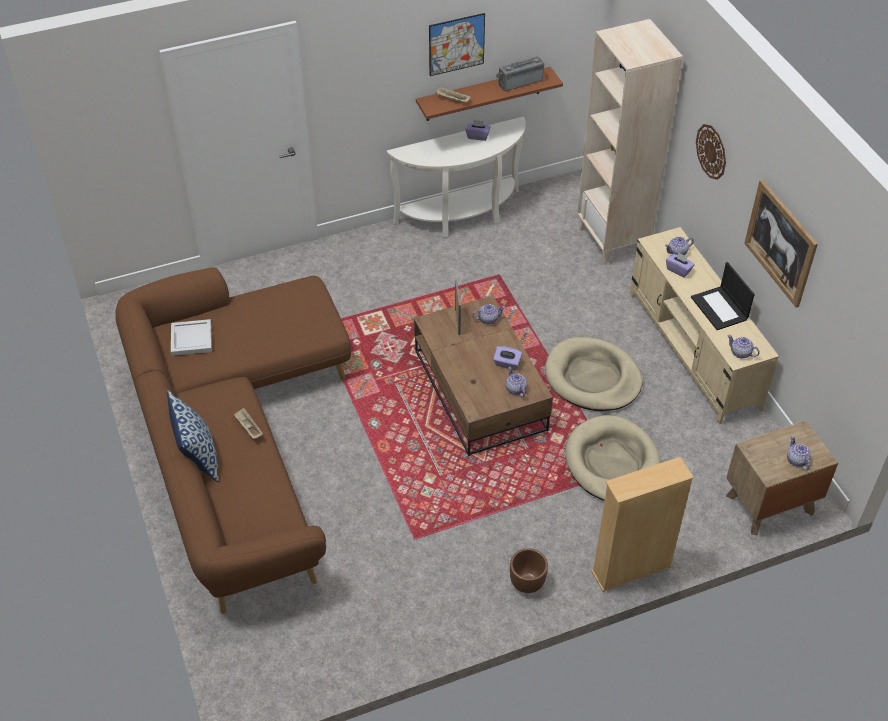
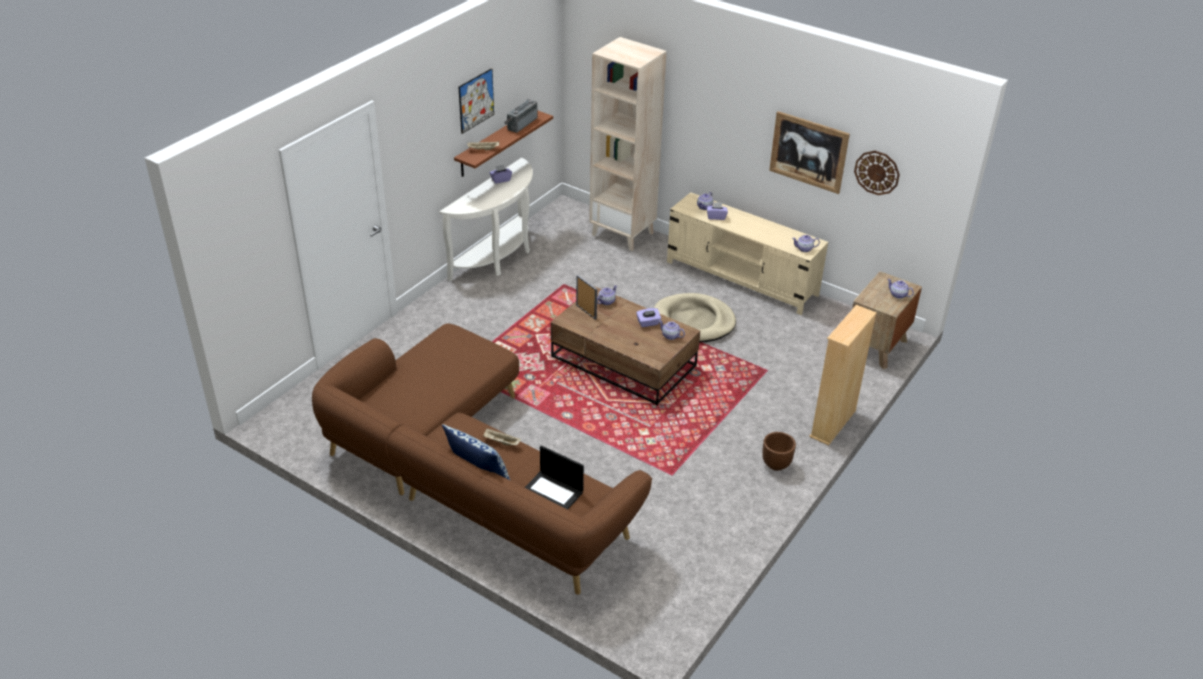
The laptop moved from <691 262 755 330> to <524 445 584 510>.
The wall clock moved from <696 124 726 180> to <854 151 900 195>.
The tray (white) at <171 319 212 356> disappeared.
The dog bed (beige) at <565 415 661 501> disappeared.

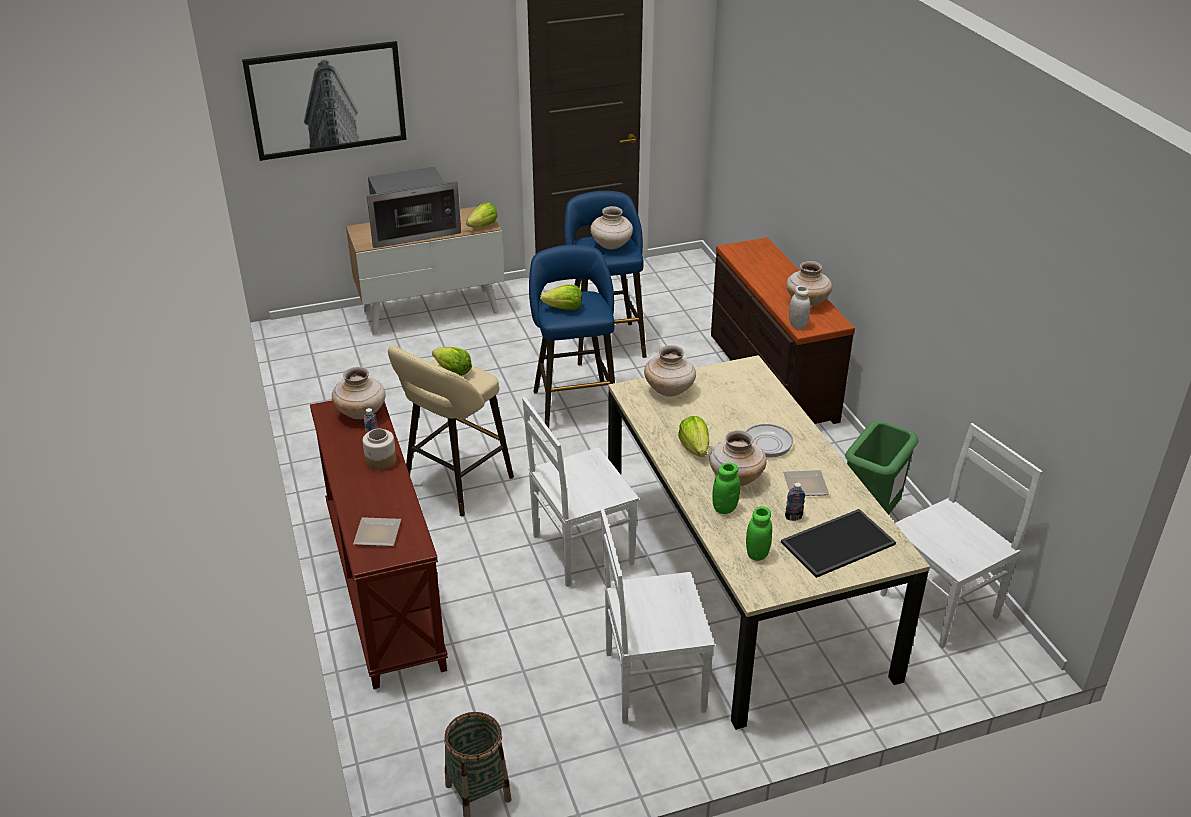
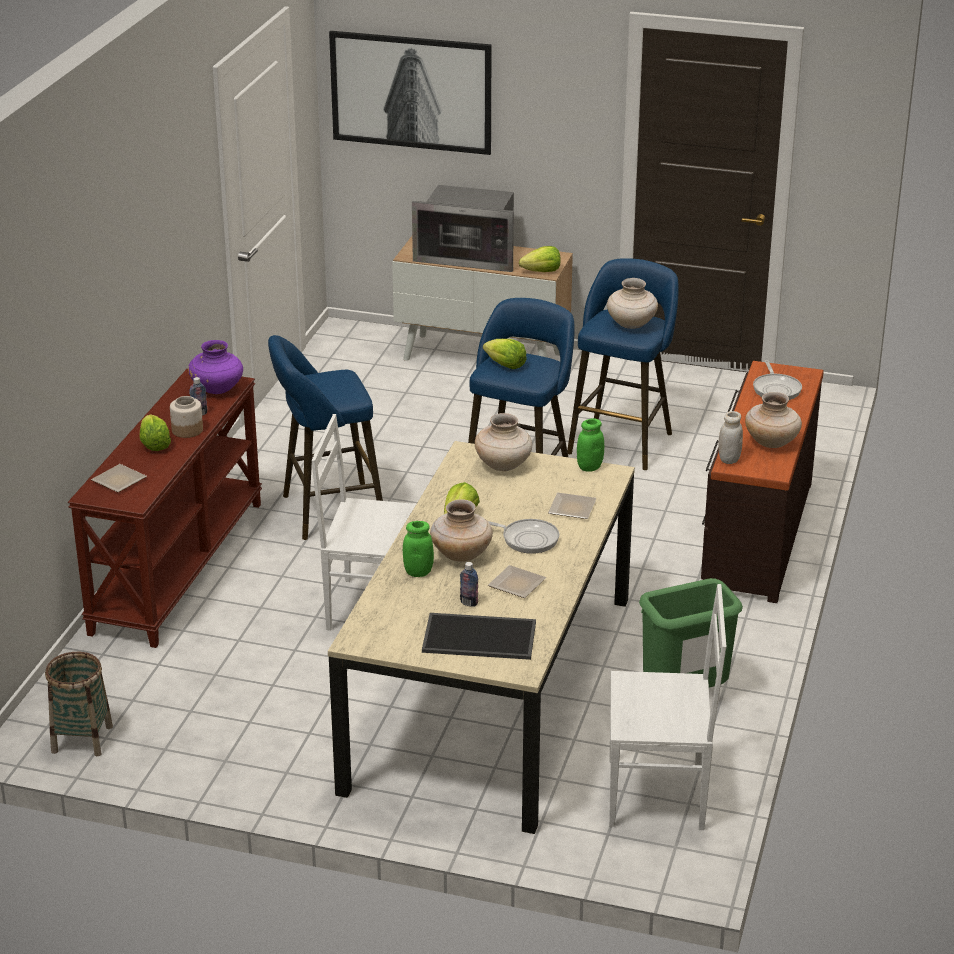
The lettuce moved from <432 347 472 376> to <140 414 171 451>.
The vase (beige) at <332 367 386 419> became the vase (purple) at <188 340 243 394>.
The stool (beige) at <388 345 514 517> became the stool (blue) at <268 335 383 540>.
The plate at <548 493 597 519> appeared.
The jar (green) moved from <746 506 772 561> to <577 419 604 472>.
The frying pan at <753 360 802 400> appeared.
The chair (white) at <600 508 715 724> disappeared.

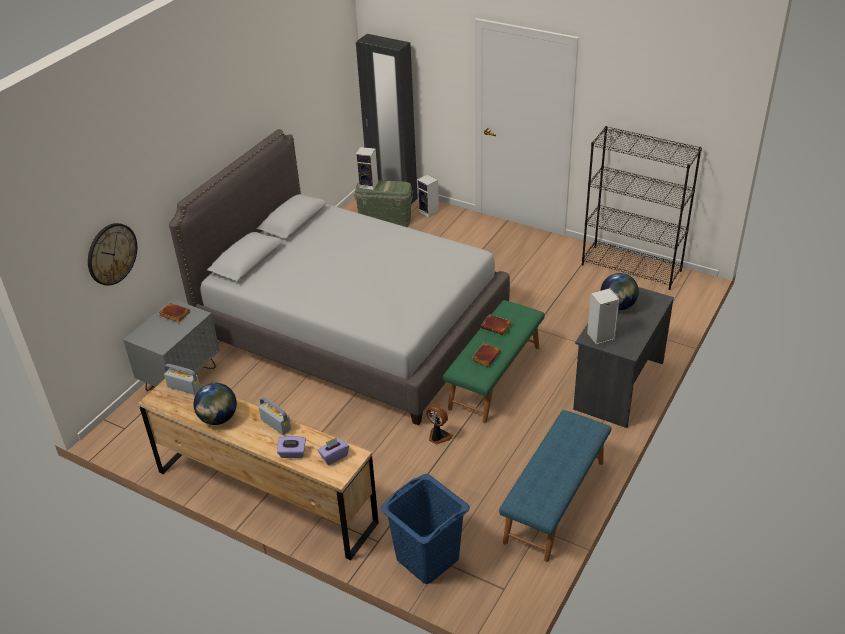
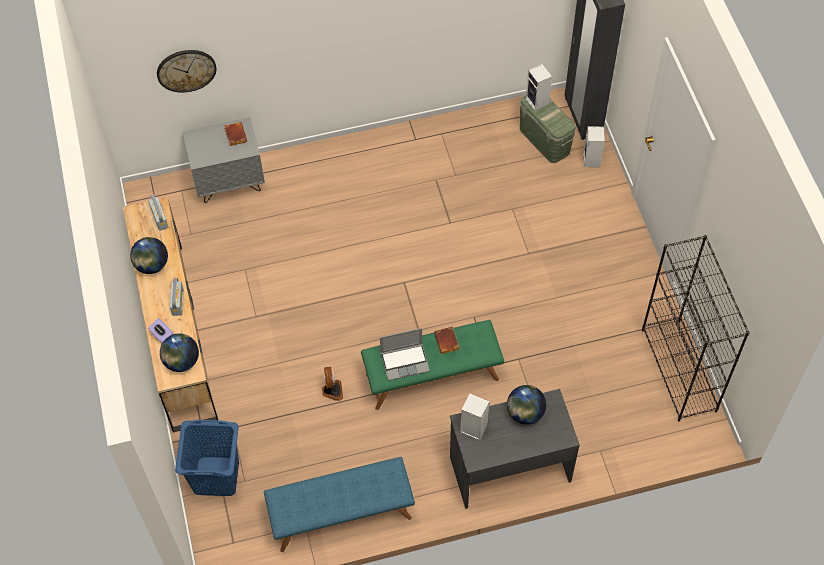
The tissue box (purple) at <318 438 349 465> was replaced by the globe at <160 333 199 372>.
The book (brown) at <472 343 501 367> was replaced by the laptop at <380 328 430 381>.
The bed (grey) at <169 129 510 425> disappeared.

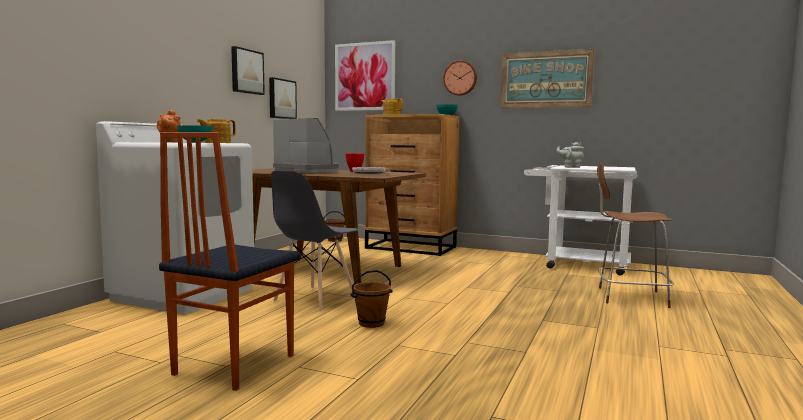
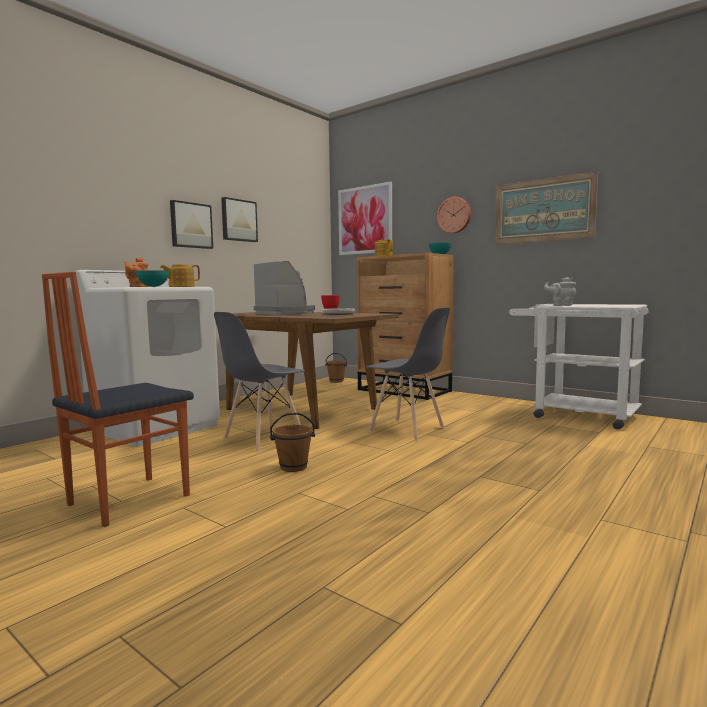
The picture moved from <269 77 297 119> to <170 200 213 249>.
The chair (grey) at <366 307 450 441> appeared.
The stool (brown) at <597 163 674 308> disappeared.

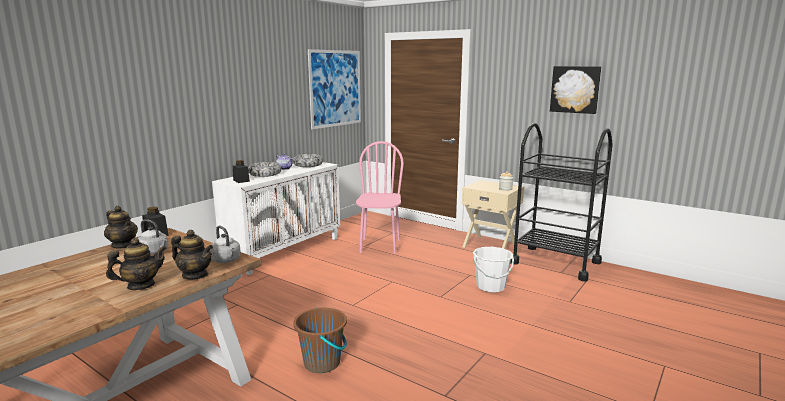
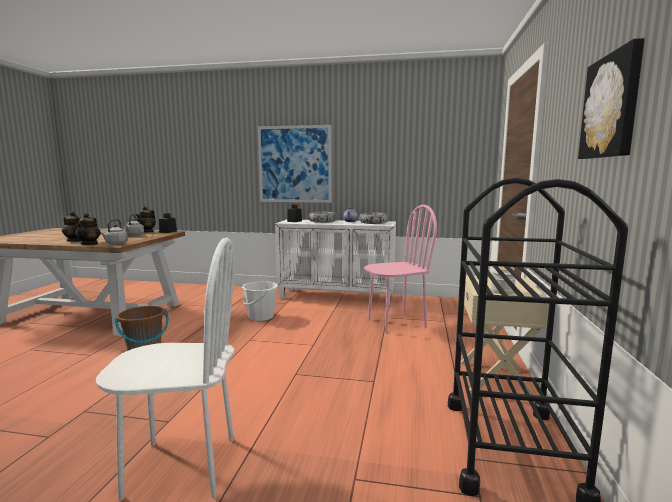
The chair (white) at <96 238 235 501> appeared.
The bucket (white) moved from <473 247 514 293> to <242 281 278 321>.
The picture moved from <308 49 361 129> to <258 125 332 203>.

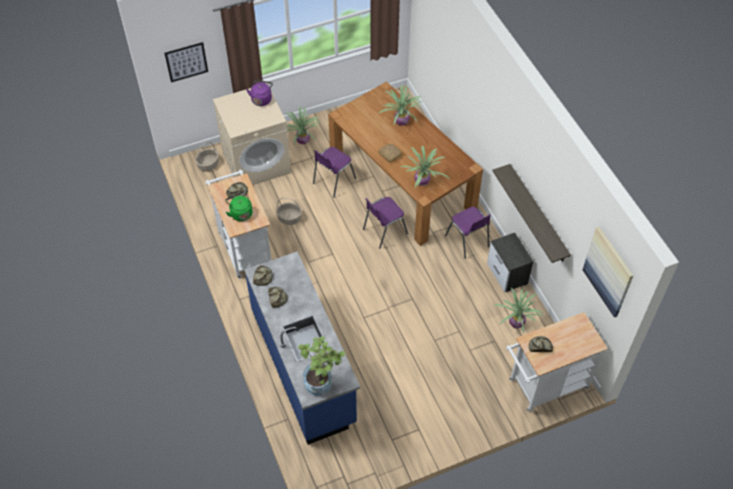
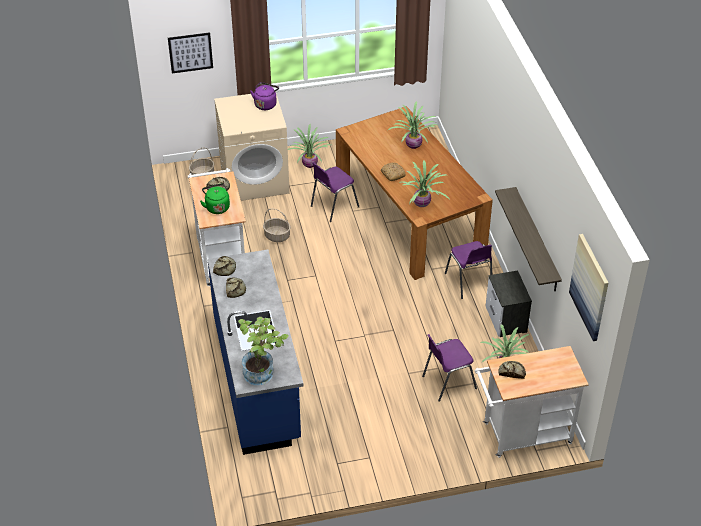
The chair (purple) moved from <363 197 408 249> to <422 334 477 402>.

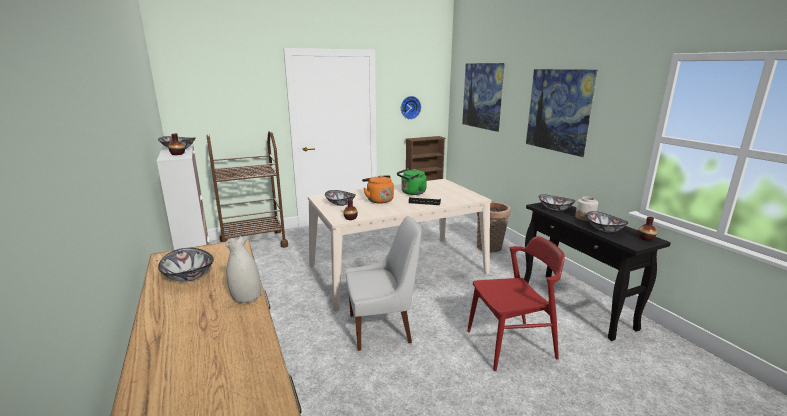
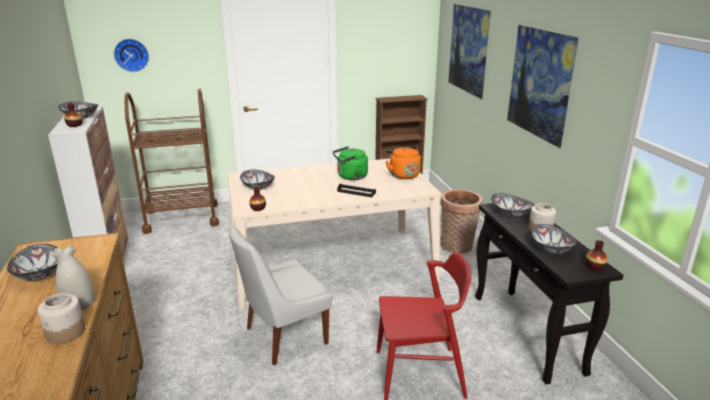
The jar at <38 293 85 344> appeared.
The wall clock moved from <401 96 421 120> to <114 39 149 72>.
The chair (white) at <346 216 422 351> turned 150 degrees clockwise.
The kettle (orange) moved from <362 175 394 203> to <386 146 421 179>.

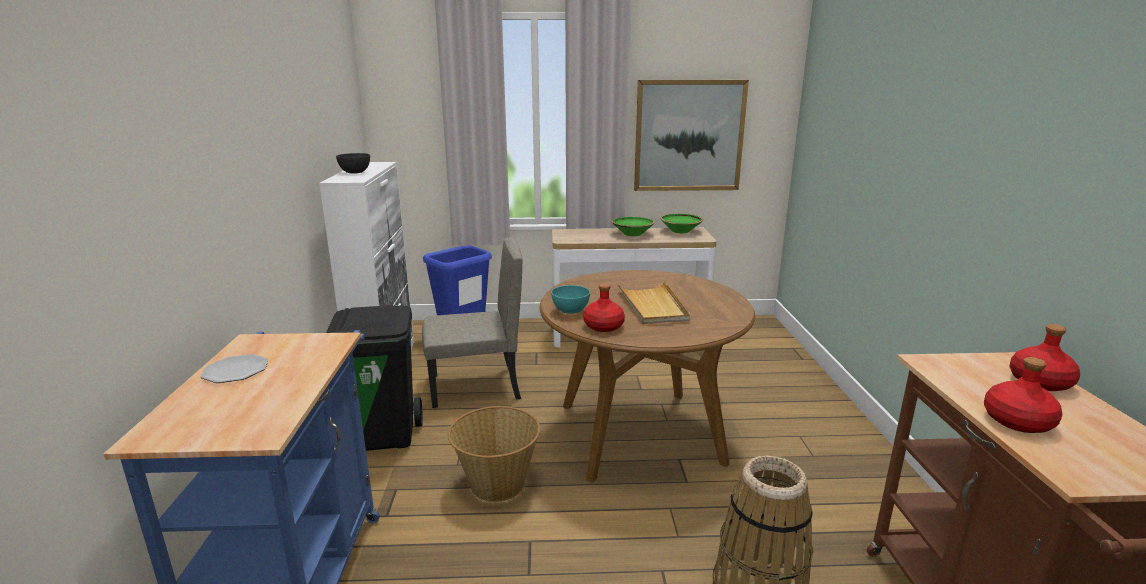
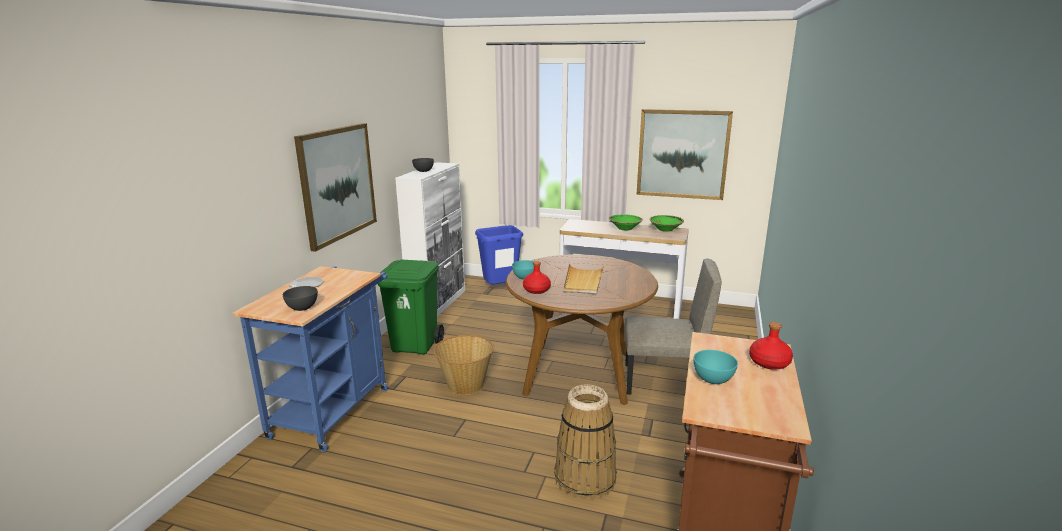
The bowl (grey) at <283 286 318 311> appeared.
The picture at <294 123 377 252> appeared.
The trash can (black) at <326 305 423 451> became the trash can (green) at <378 260 444 355>.
The chair (beige) moved from <422 237 522 408> to <624 258 722 395>.
The bottle (red) at <984 357 1062 433> was replaced by the bowl (turquoise) at <694 350 738 384>.

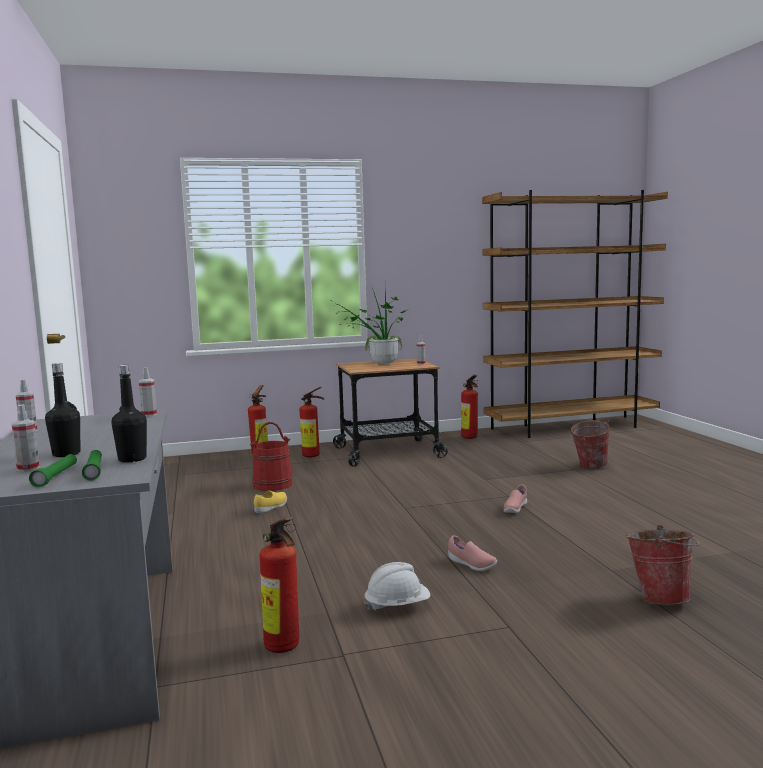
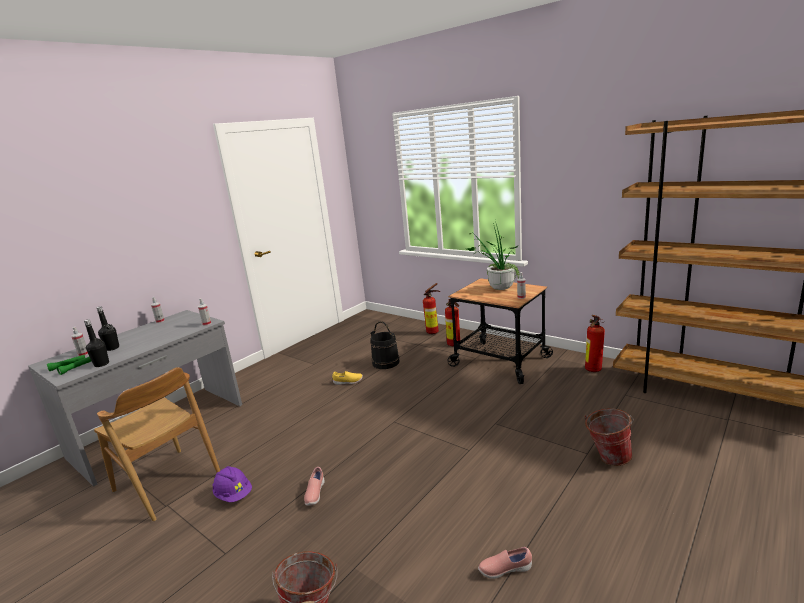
The fire extinguisher at <260 517 299 653> was replaced by the chair (brown) at <94 367 220 521>.
The hard hat (white) at <364 562 430 611> became the hard hat (purple) at <213 466 252 502>.
The bucket (red) at <250 422 292 491> became the bucket (black) at <370 321 400 369>.
The shoe (pink) moved from <503 485 527 513> to <478 547 532 579>.

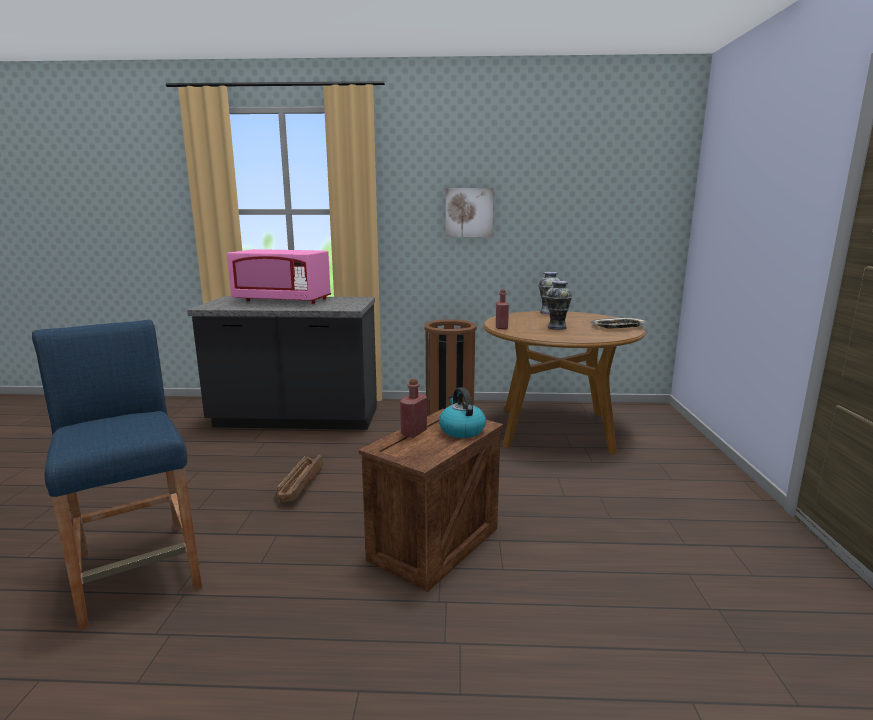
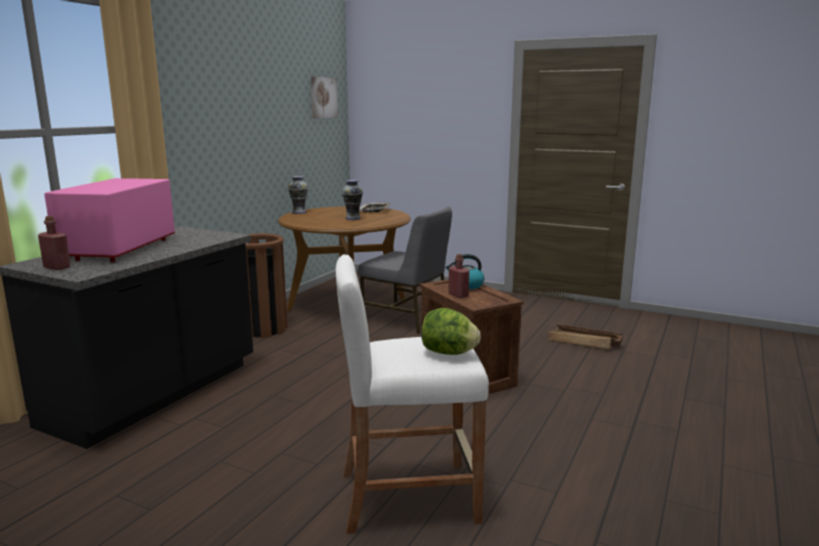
The bottle (red) moved from <496 289 509 329> to <38 216 71 270>.
The microwave (pink) at <227 249 331 304> turned 150 degrees clockwise.
The picture moved from <446 188 494 237> to <311 76 338 119>.
The stool (blue) at <32 320 202 630> became the stool (white) at <336 255 489 534>.
The chair (grey) at <358 207 452 334> appeared.
The lettuce at <421 308 481 355> appeared.
The crate moved from <274 455 323 502> to <548 324 623 350>.

